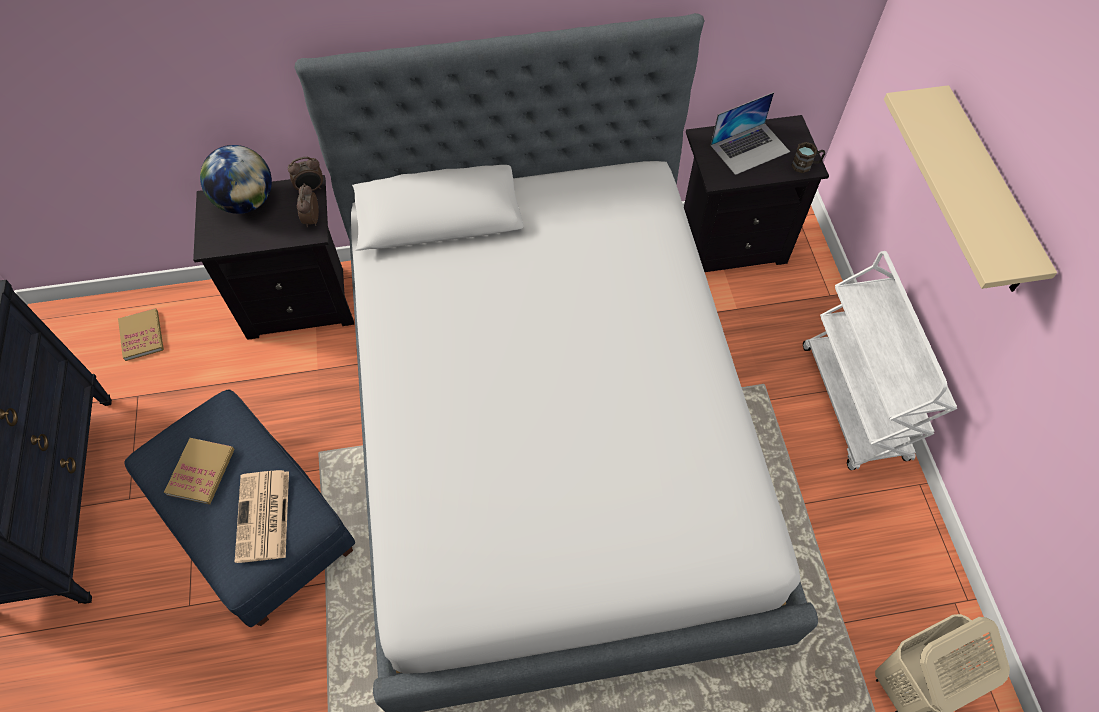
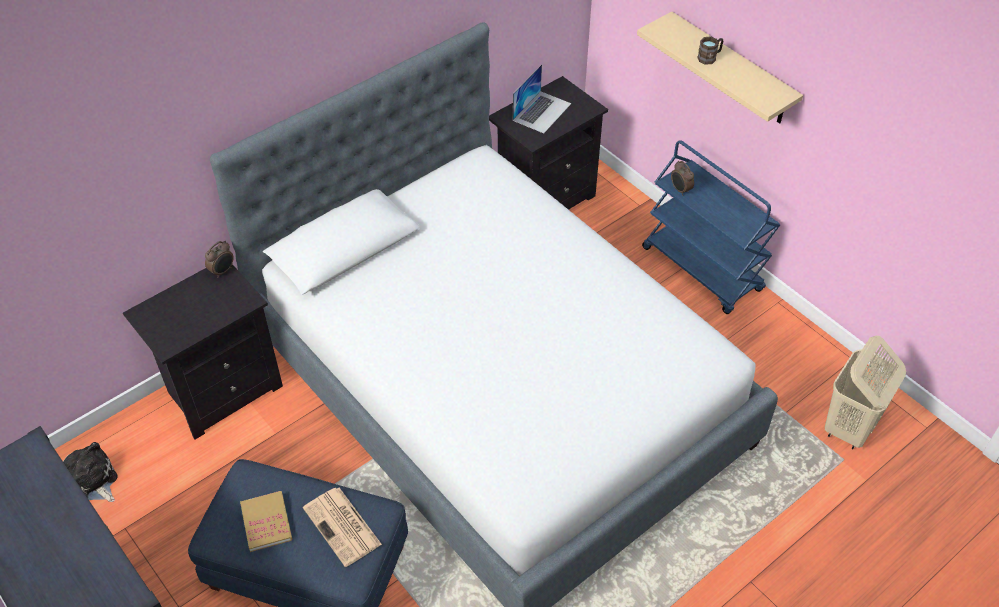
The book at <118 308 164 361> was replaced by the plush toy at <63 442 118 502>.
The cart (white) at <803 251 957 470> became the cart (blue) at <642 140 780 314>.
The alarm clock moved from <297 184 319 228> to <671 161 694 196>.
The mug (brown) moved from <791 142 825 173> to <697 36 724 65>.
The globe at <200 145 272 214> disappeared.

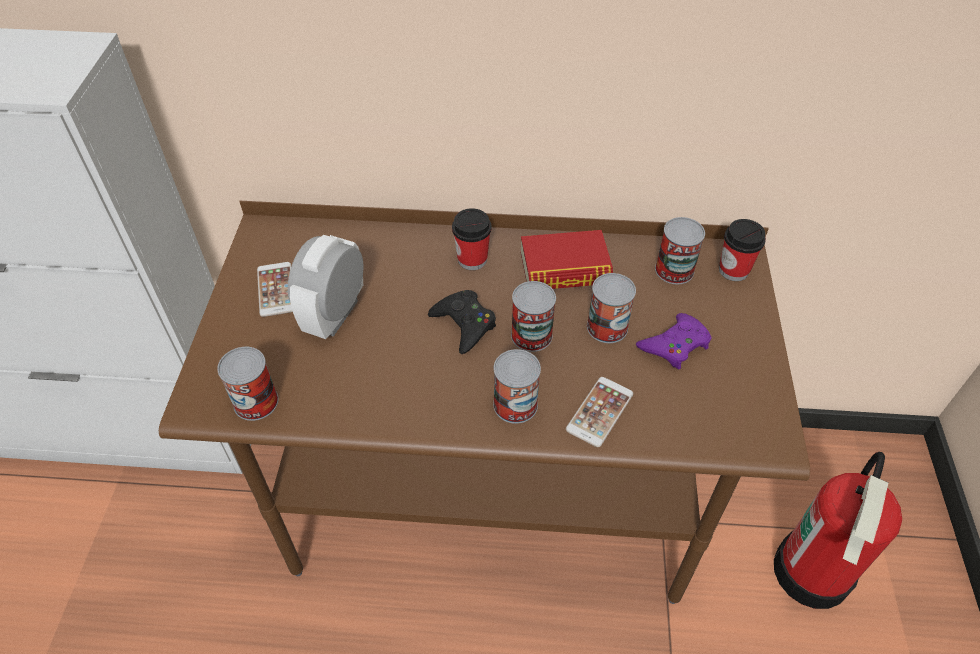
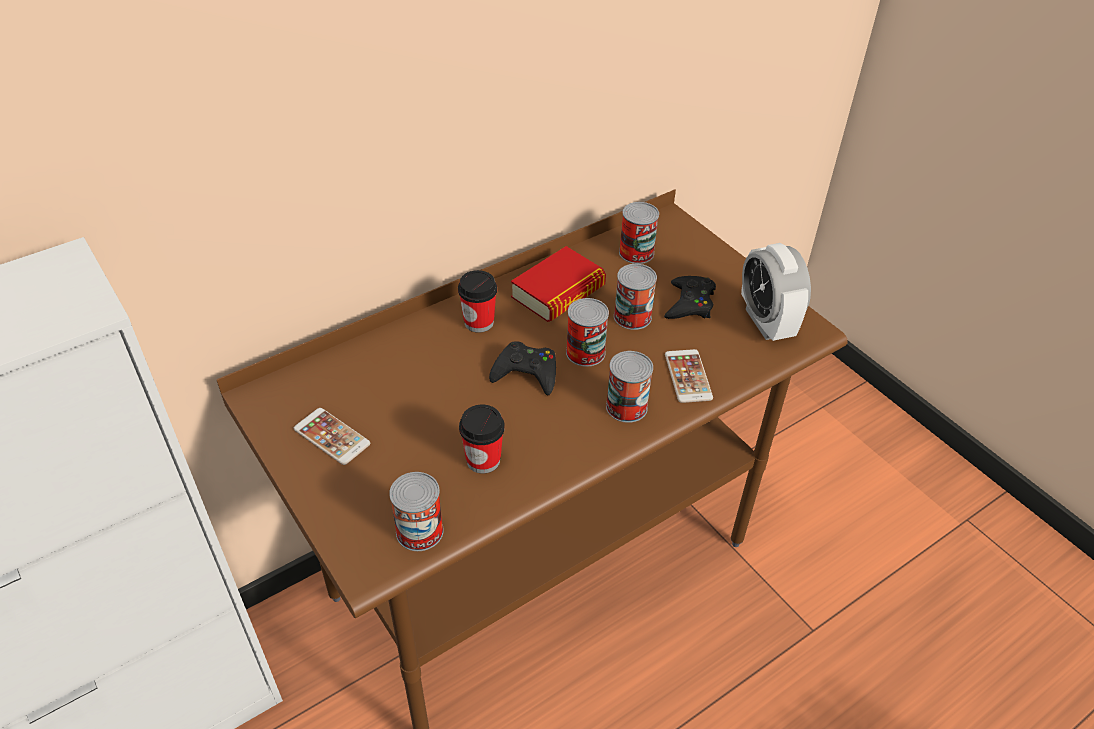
The cup moved from <719 219 766 281> to <459 405 505 474>.
The game controller (purple) at <636 313 712 370> became the game controller (black) at <664 276 716 319>.
The alarm clock moved from <288 235 364 339> to <741 243 811 341>.
The fire extinguisher at <774 452 902 609> disappeared.

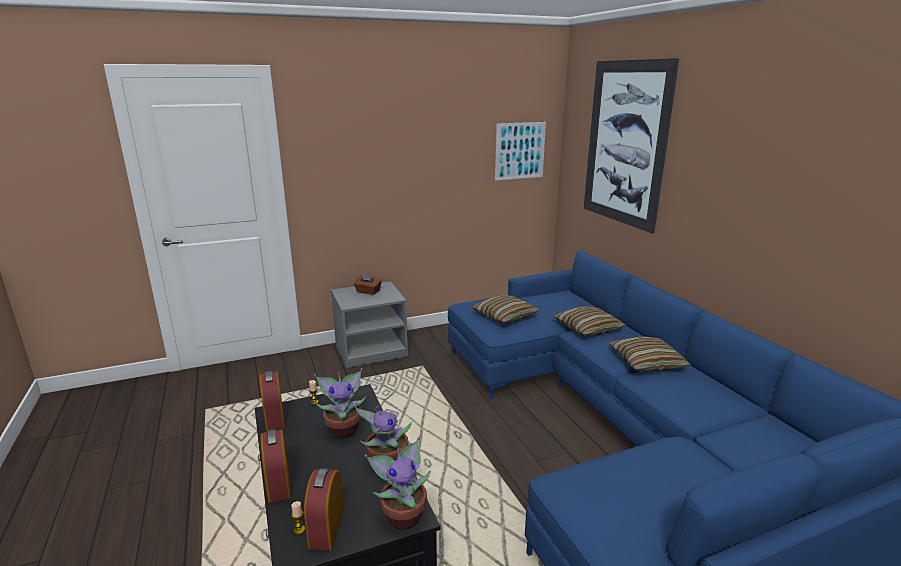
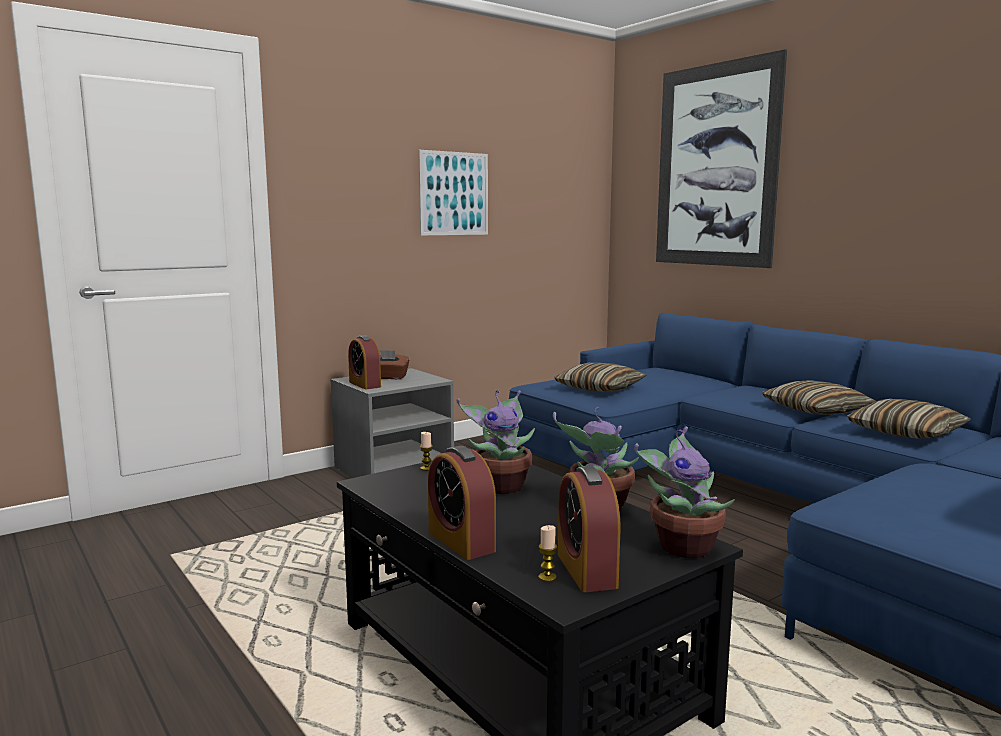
The alarm clock moved from <259 370 285 431> to <348 335 381 389>.
The picture moved from <495 122 546 181> to <419 150 488 236>.
The pillow moved from <554 306 627 336> to <847 399 971 438>.

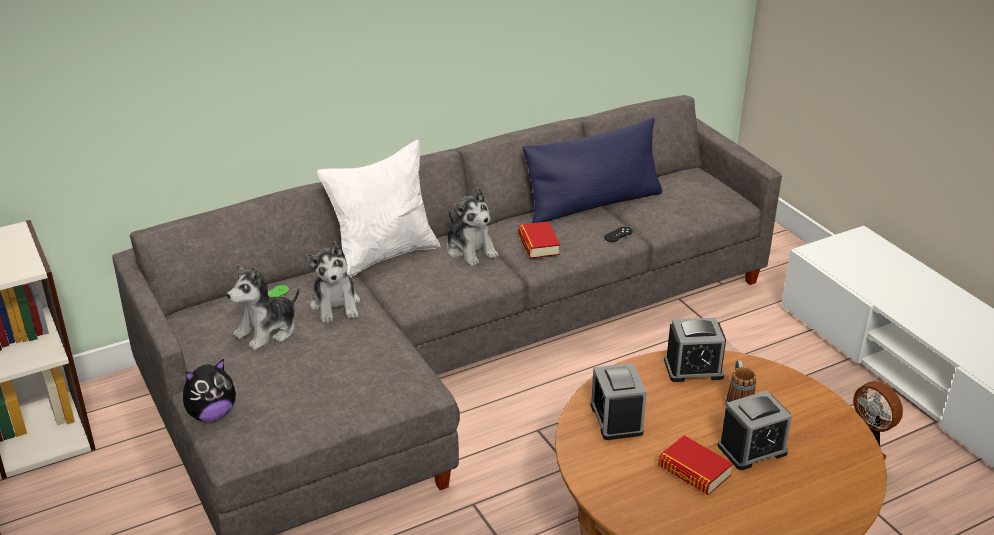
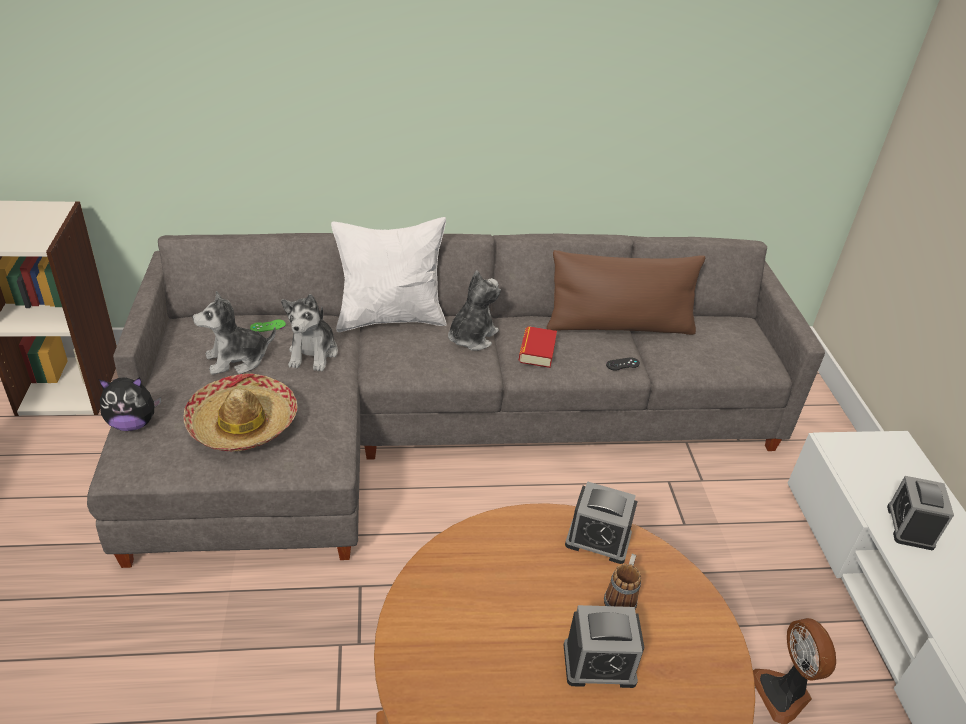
The hat at <184 373 297 452> appeared.
The plush toy at <447 188 499 266> turned 135 degrees counterclockwise.
The pillow (blue) at <523 118 662 223> became the pillow (brown) at <546 250 705 335>.
The alarm clock moved from <590 363 647 440> to <887 476 954 550>.
The book at <658 435 733 495> disappeared.

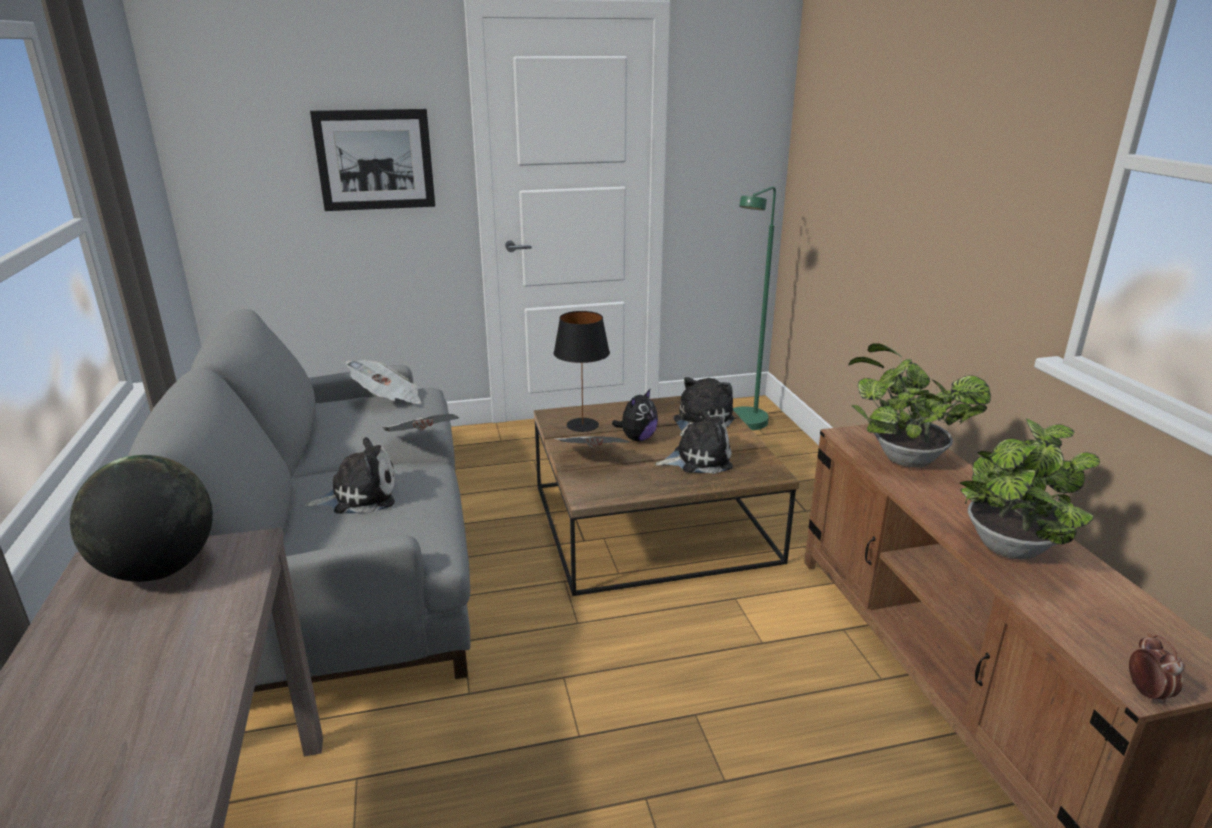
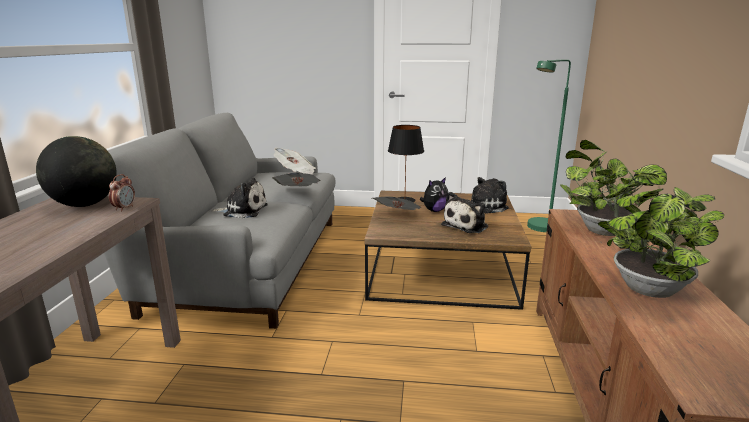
The alarm clock moved from <1129 633 1184 705> to <109 174 135 212>.
The plush toy at <655 409 733 474> turned 120 degrees clockwise.
The picture at <310 109 435 211> disappeared.

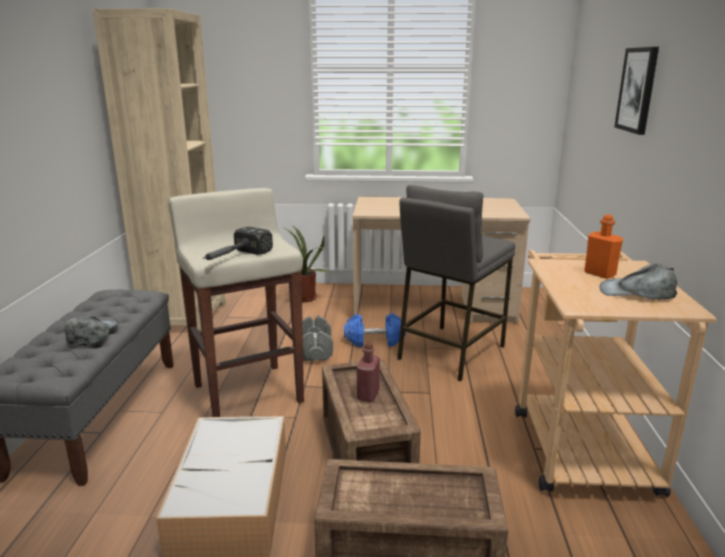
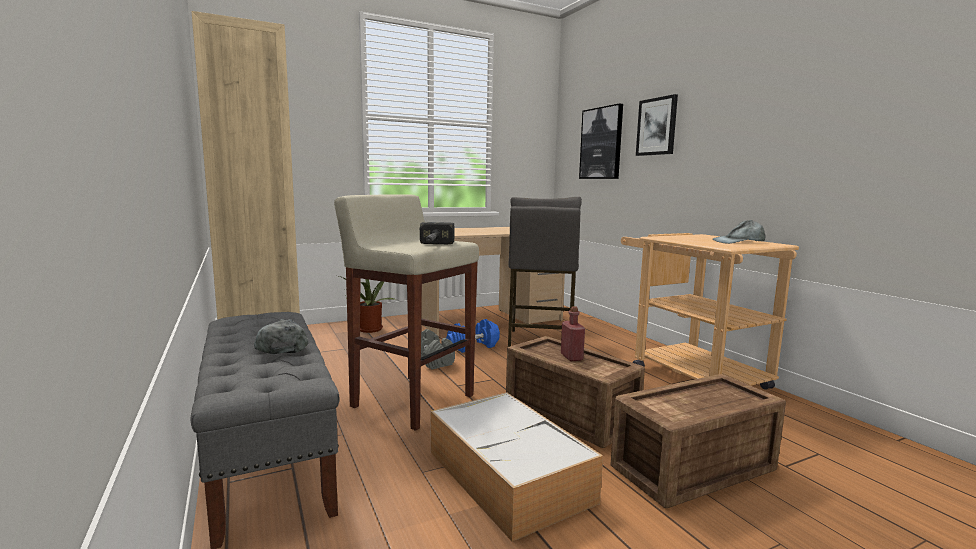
The picture at <579 103 623 179> appeared.
The bottle (orange) at <584 215 623 279> disappeared.

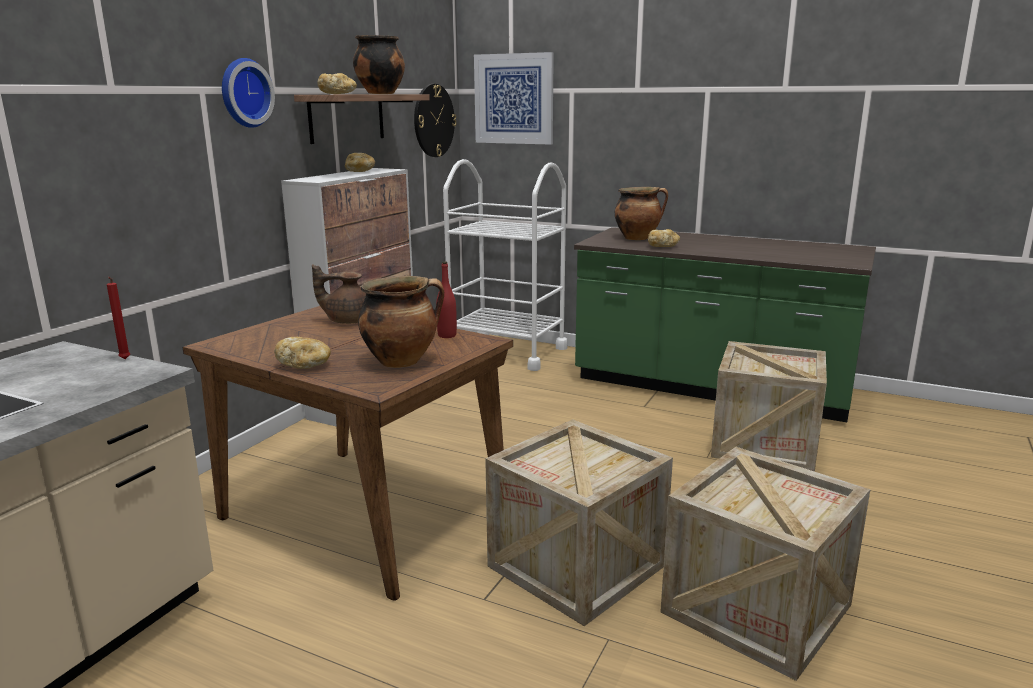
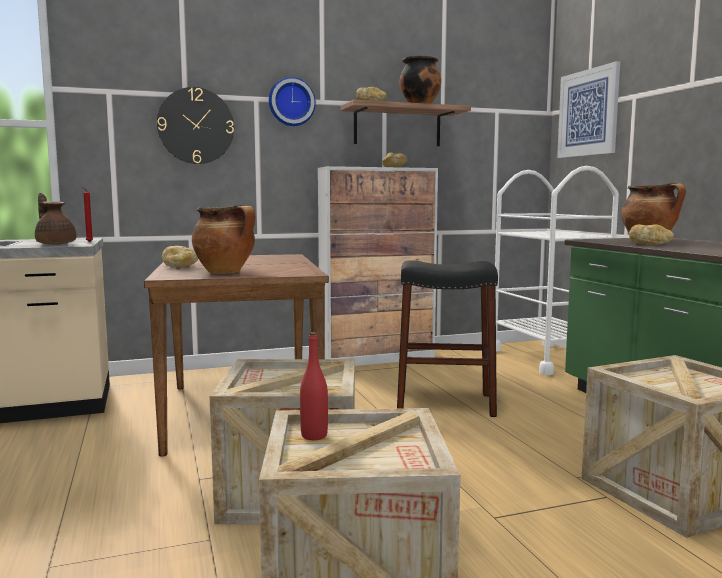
The teapot (brown) moved from <312 264 366 324> to <35 193 76 245>.
The wall clock moved from <414 84 457 157> to <157 87 234 164>.
The bottle (red) moved from <436 262 457 338> to <300 332 328 440>.
The stool (black) at <397 260 498 417> appeared.

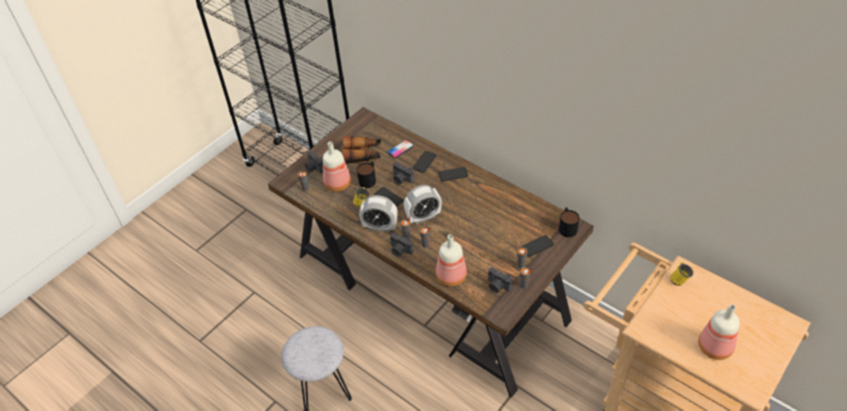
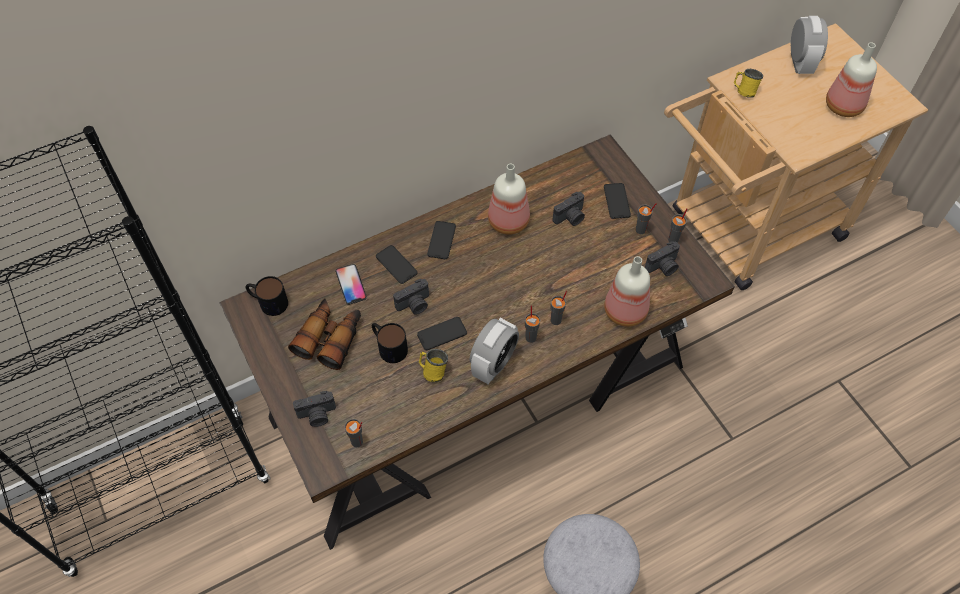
The mug moved from <559 208 580 237> to <246 276 288 316>.
The bottle moved from <323 142 351 192> to <488 164 530 235>.
The photo camera moved from <390 233 414 257> to <553 192 585 226>.
The alarm clock moved from <404 185 442 224> to <791 16 828 74>.

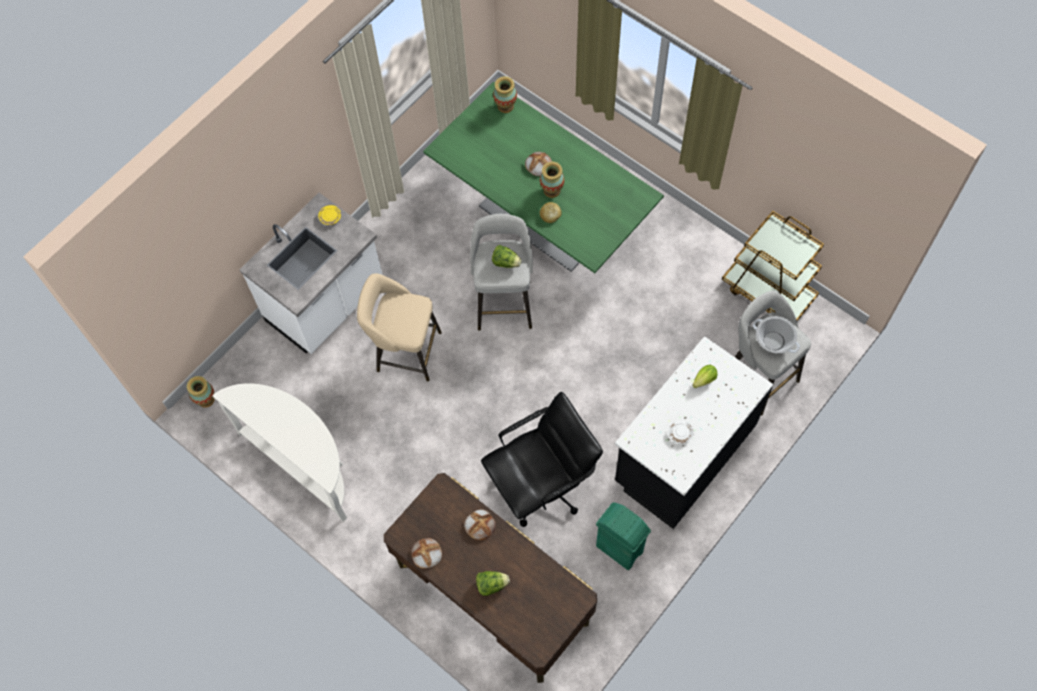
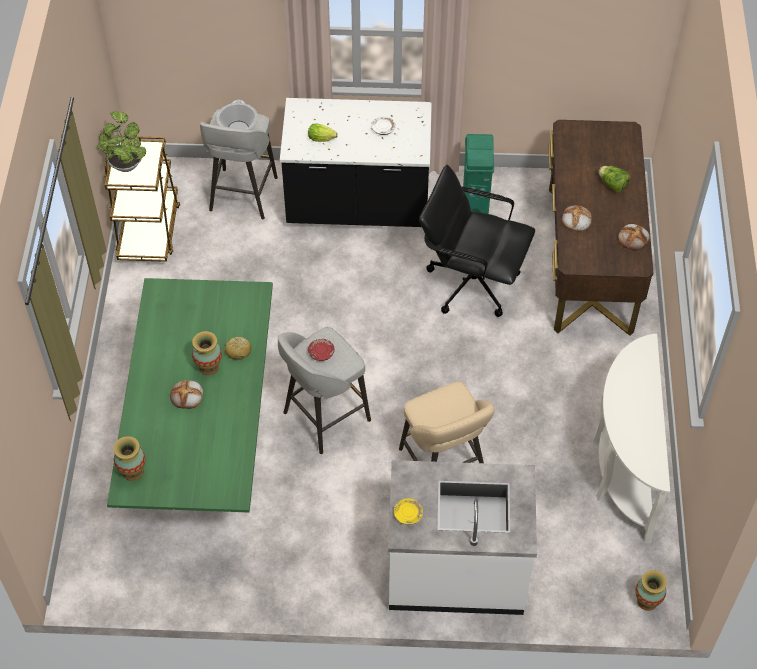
The potted plant at <97 111 146 172> appeared.
The lettuce at <492 245 522 268> was replaced by the plate (red) at <308 339 335 361>.

